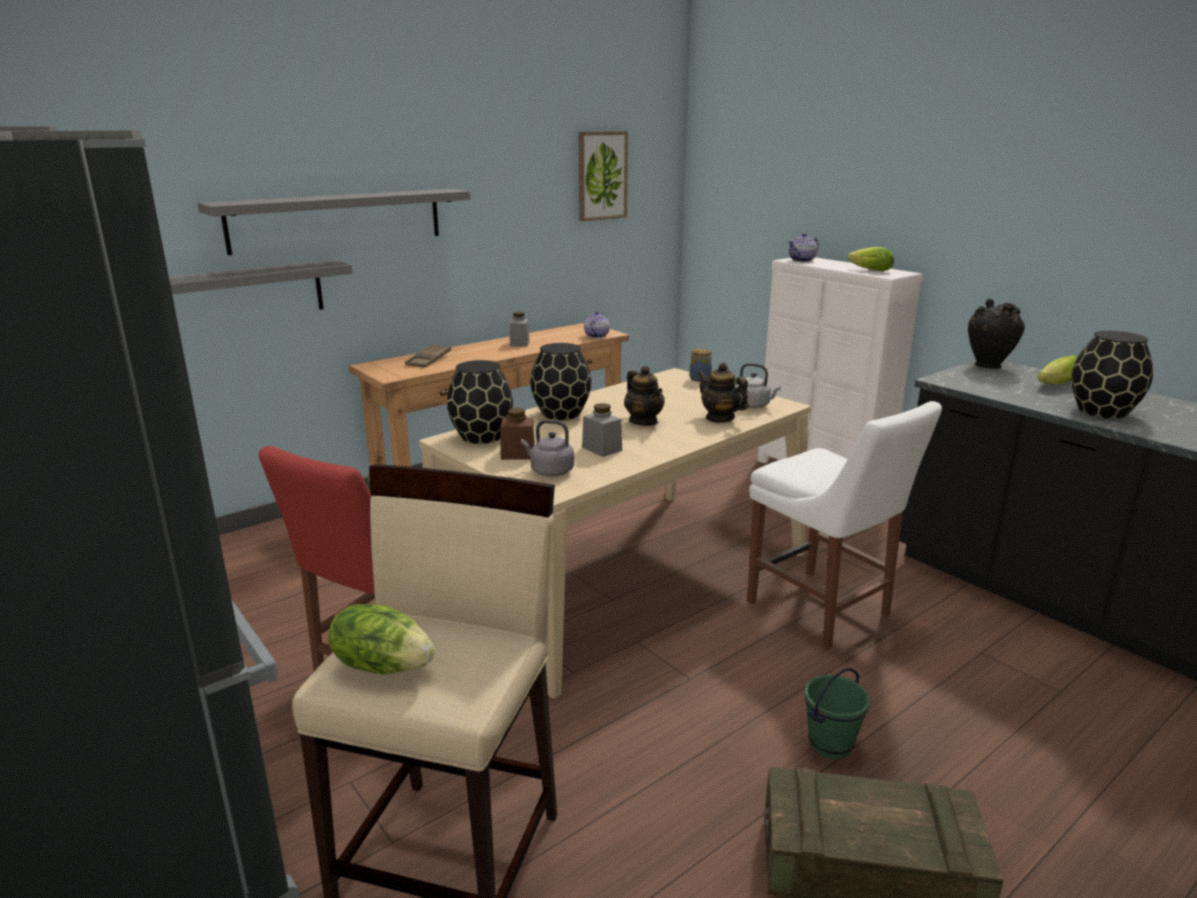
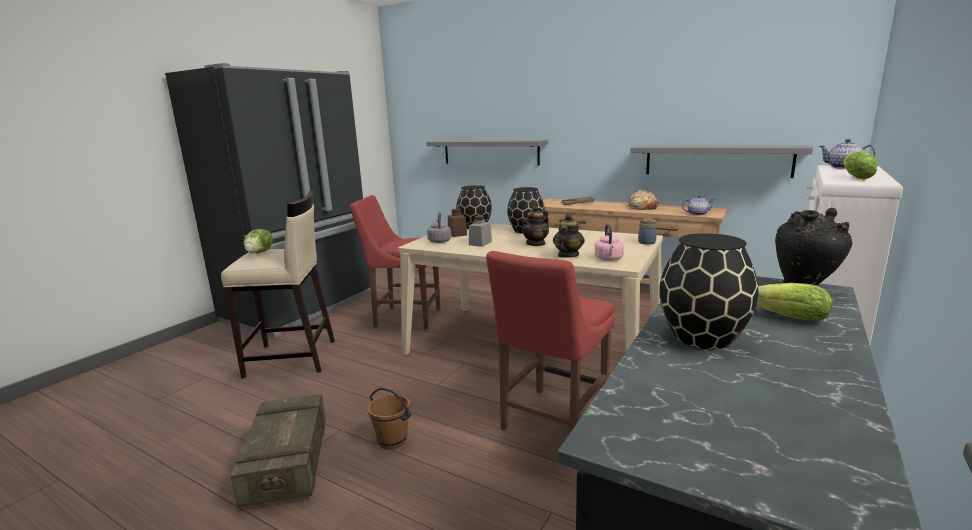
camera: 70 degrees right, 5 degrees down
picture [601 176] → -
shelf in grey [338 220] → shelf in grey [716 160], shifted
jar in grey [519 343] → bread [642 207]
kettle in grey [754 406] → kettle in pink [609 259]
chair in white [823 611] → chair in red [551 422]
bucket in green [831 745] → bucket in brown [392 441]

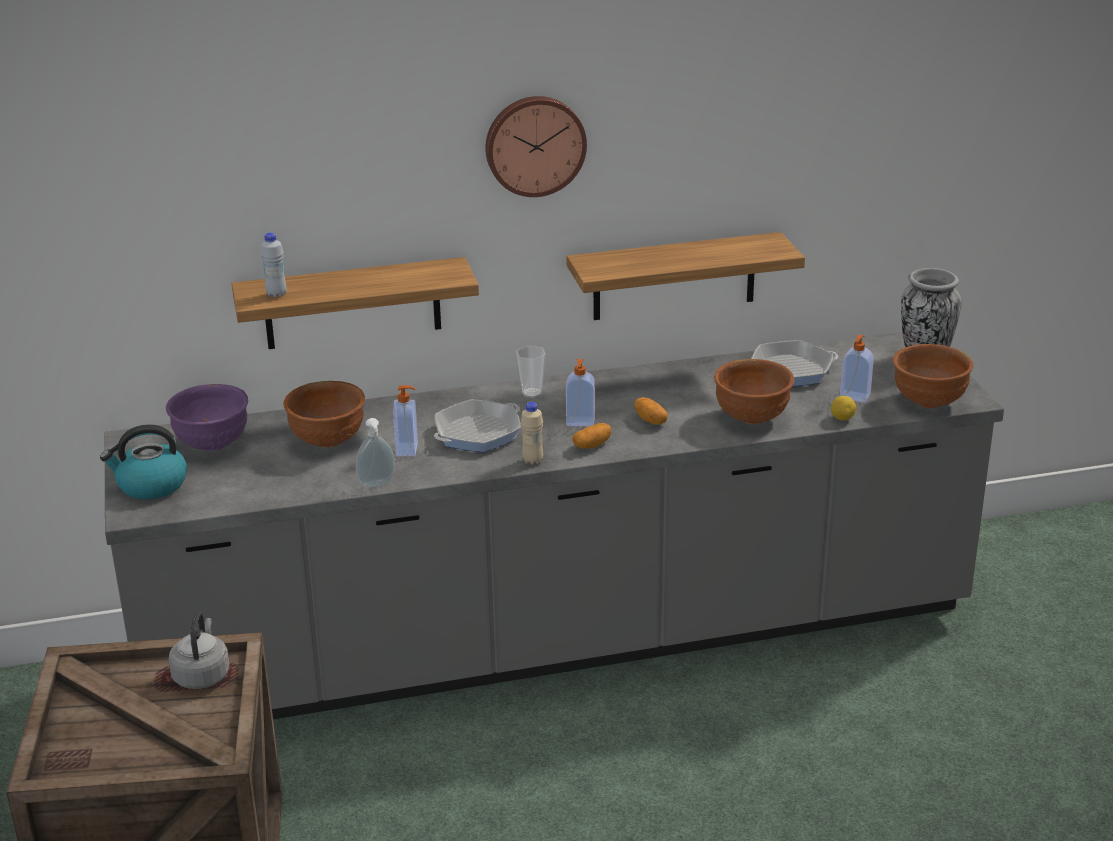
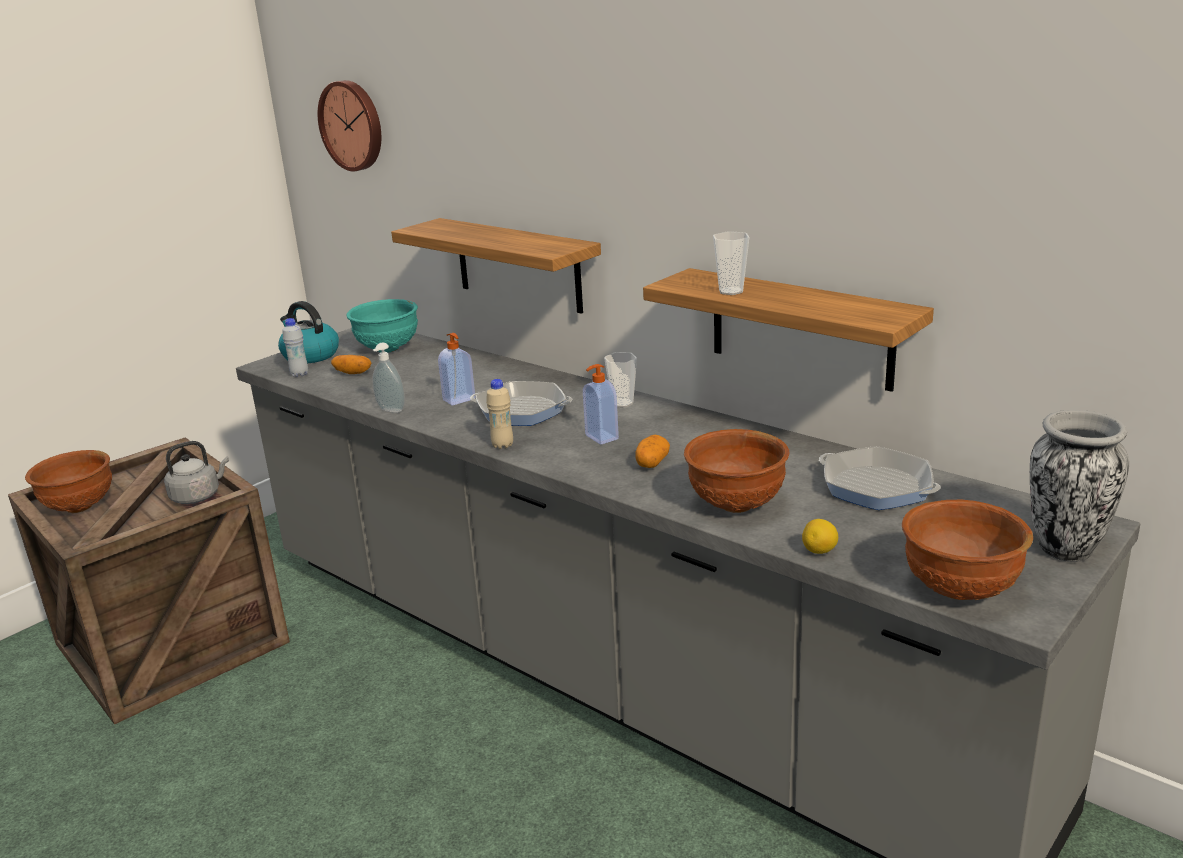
camera: 55 degrees right, 5 degrees down
soap dispenser [854 397] → -
- → cup [731 291]
bottle in white [276 294] → bottle in white [299 374], shifted
bowl in brown [327 441] → bowl in brown [78 507], shifted
wall clock [534 145] → wall clock [353 125], shifted
potato [592 445] → potato [353 373], shifted
bowl in purple [212 445] → bowl in turquoise [387 349]

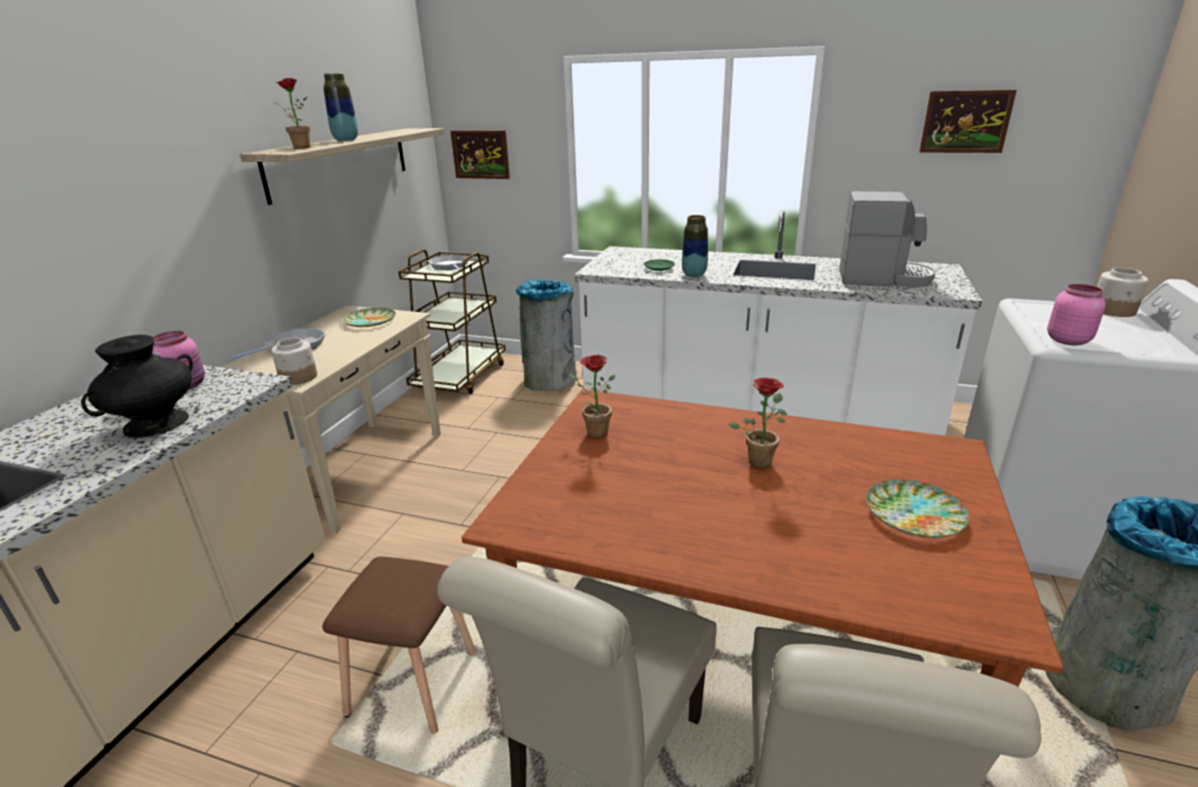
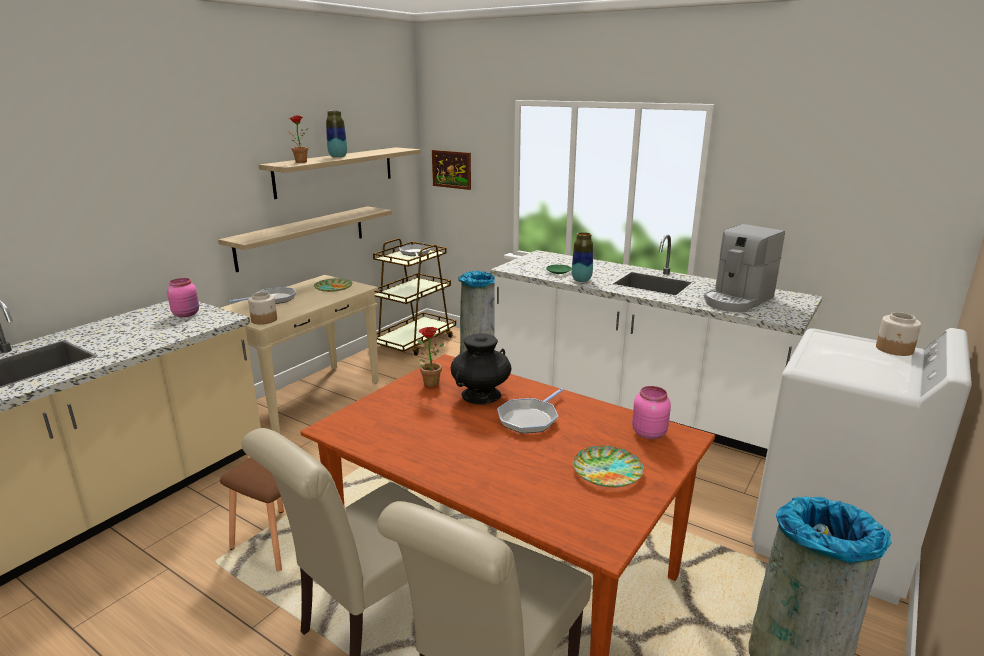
camera: 15 degrees right, 5 degrees down
picture [965 122] → -
- → shelf [302 237]
vase in black [157 423] → vase in black [481 395], shifted
jar in pink [1067 340] → jar in pink [649 433], shifted
potted plant [760 459] → frying pan [529 418]
coffee machine [883 278] → coffee machine [737 300], 105 degrees clockwise

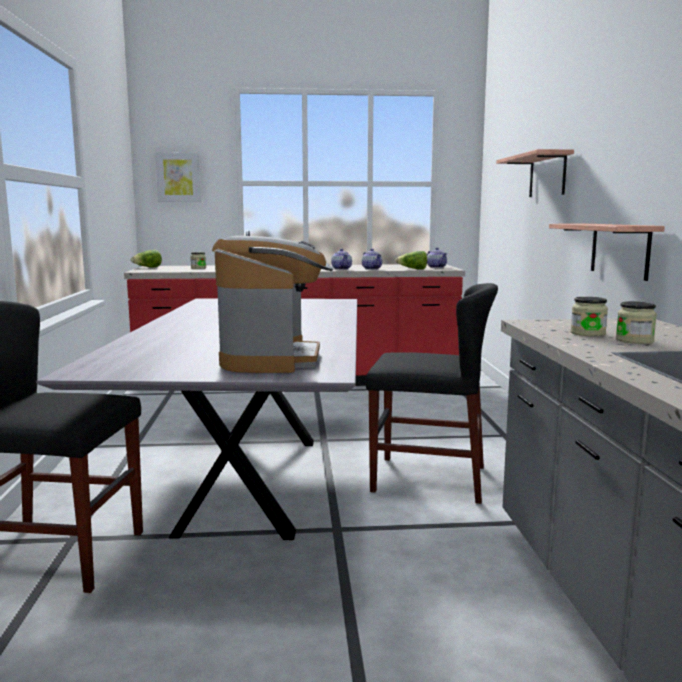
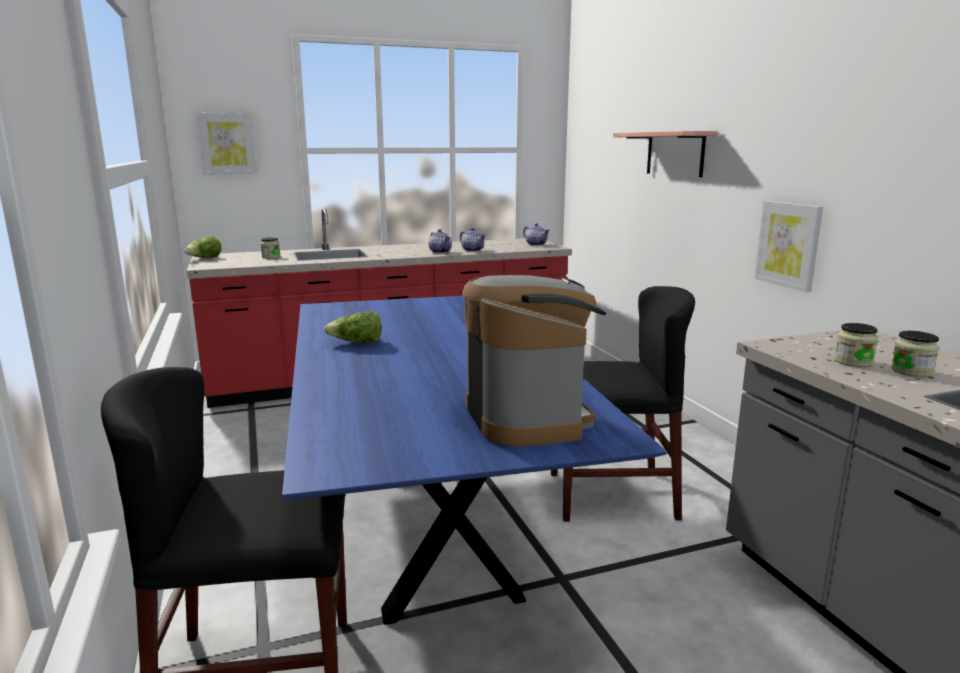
camera: 15 degrees left, 5 degrees up
lettuce [413 269] → lettuce [357 343], shifted
shelf [619 250] → picture [789 244]
dining table in grey [253 482] → dining table in blue [430 526]

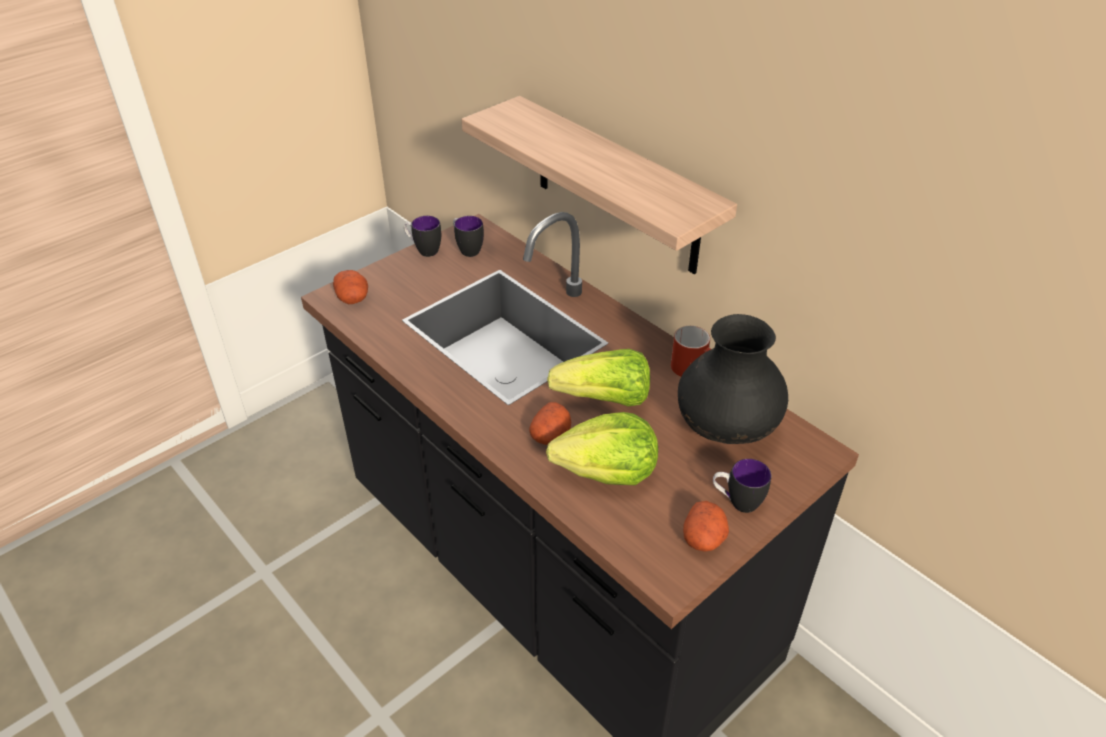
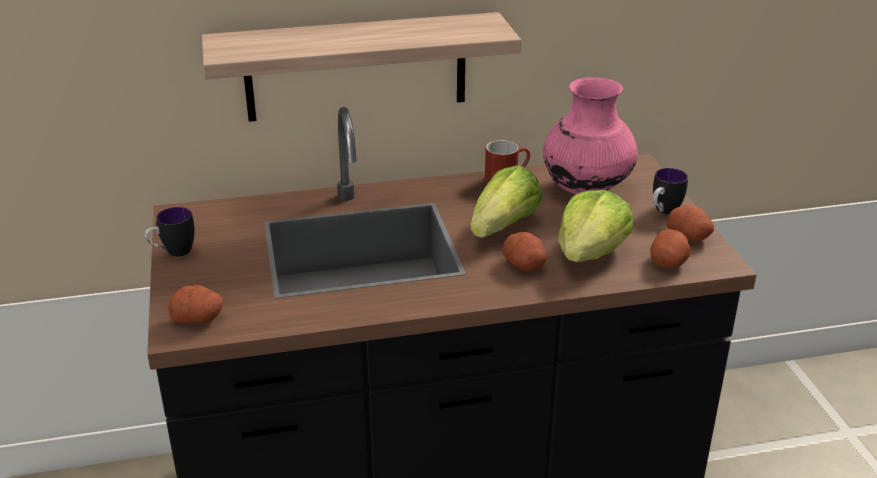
camera: 60 degrees left, 10 degrees down
mug [467 249] → -
- → potato [668 263]
vase in black [726 430] → vase in pink [586 190]

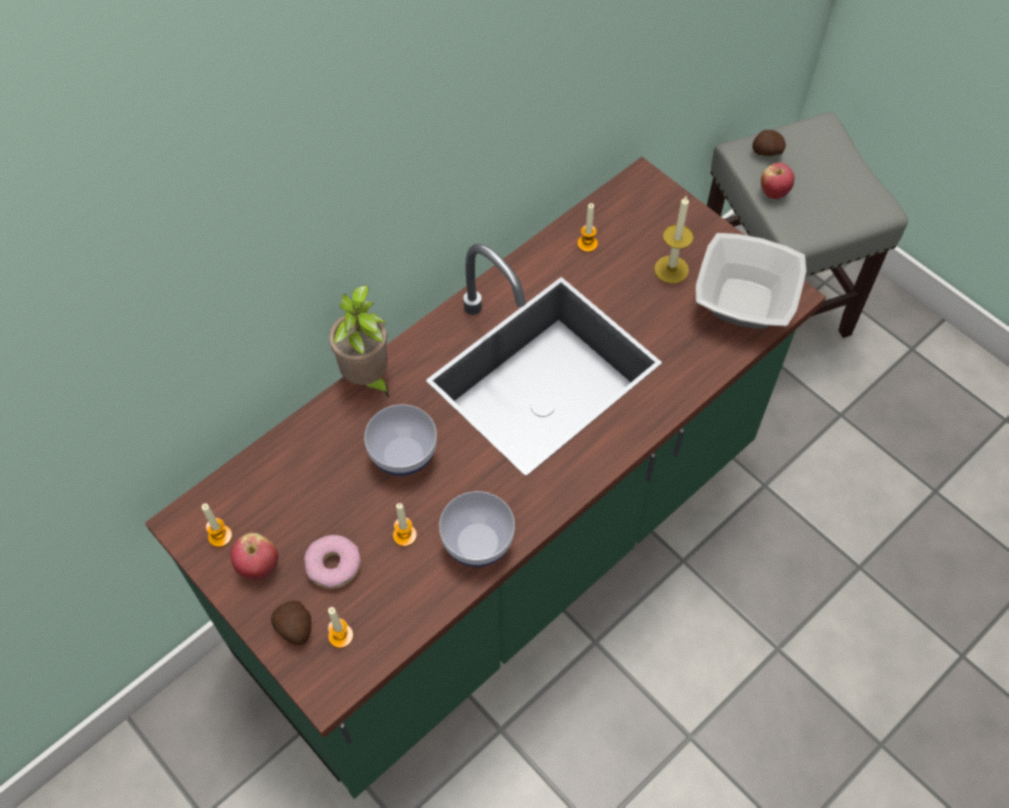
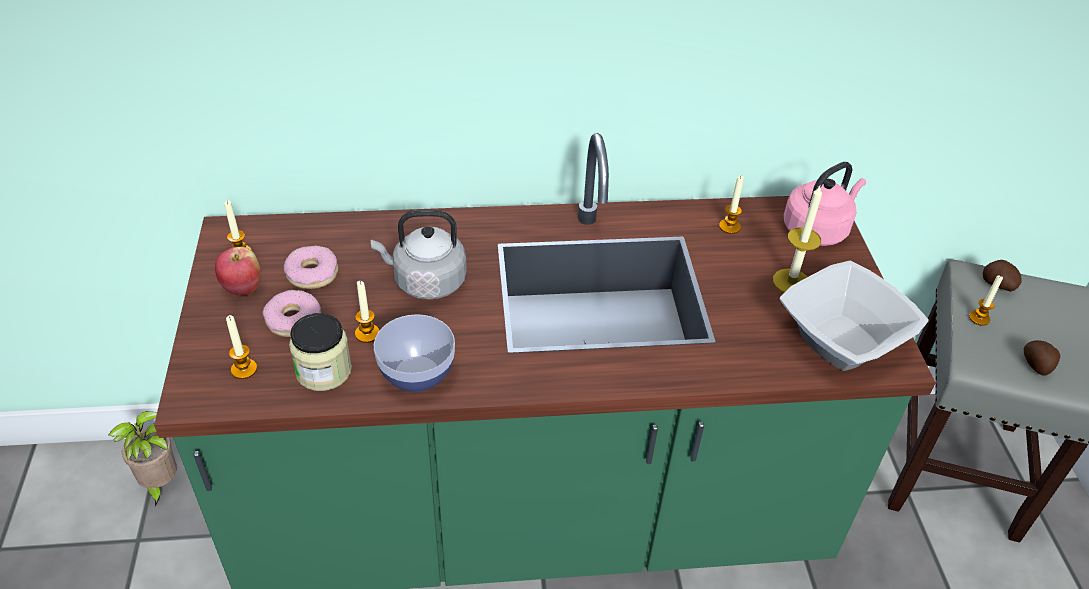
camera: 35 degrees right, 15 degrees down
- → donut [312 274]
- → jar [323 371]
- → kettle in pink [817 229]
potato [295 629] → potato [1036 366], shifted
potted plant [367 378] → potted plant [159 485], shifted
bowl [403 456] → kettle in grey [426 282]
apple [773 192] → candle [979 318]

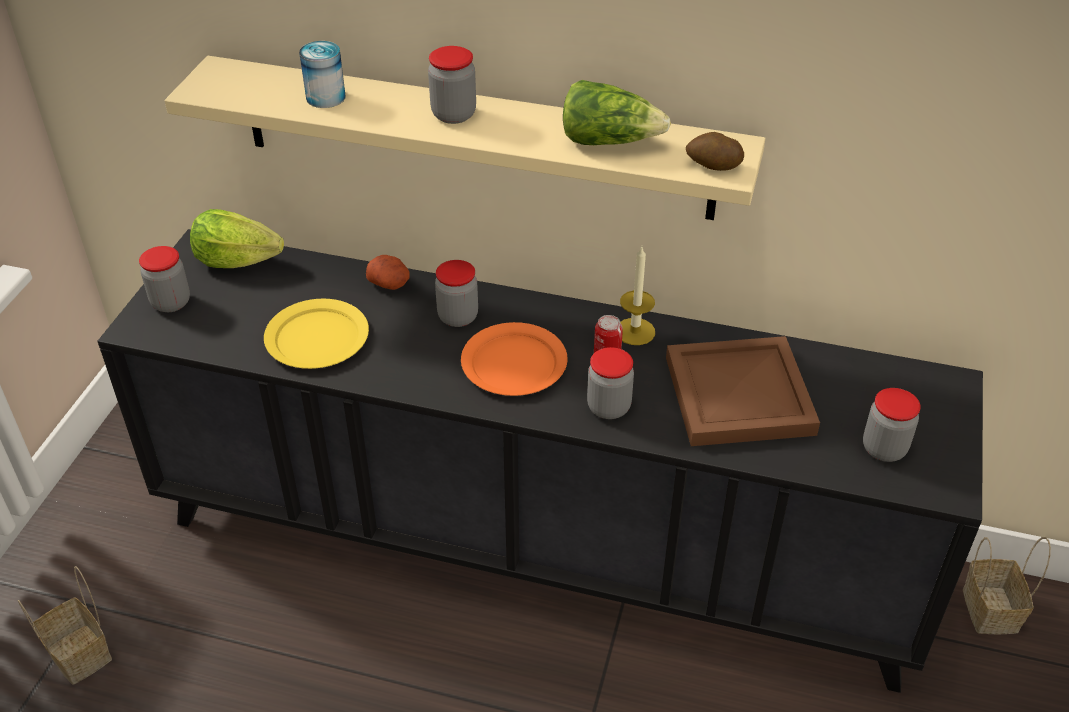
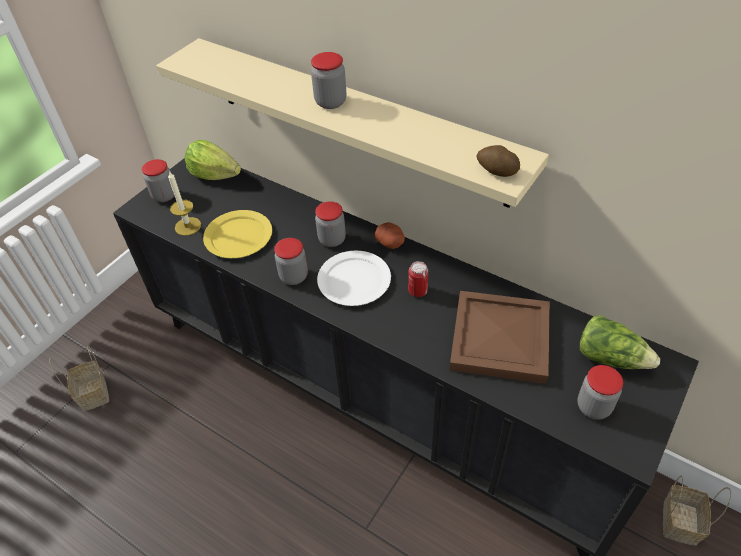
camera: 20 degrees right, 5 degrees up
can [325 97] → -
potato [390 283] → potato [391 243], shifted
lettuce [609 141] → lettuce [610 357], shifted
jar [608 407] → jar [294 276], shifted
candle [635 331] → candle [188 226], shifted
plate in orange [515 363] → plate in white [354 281]

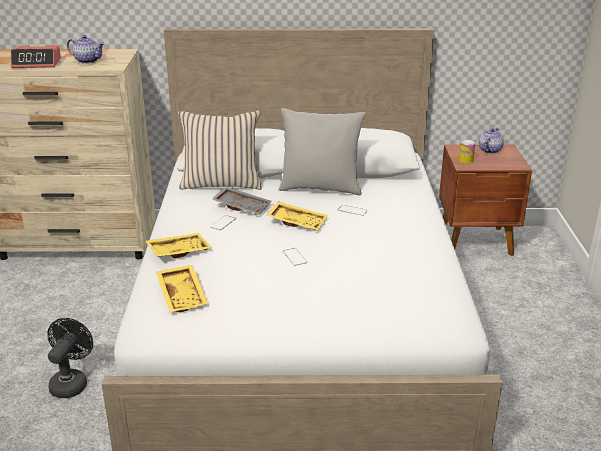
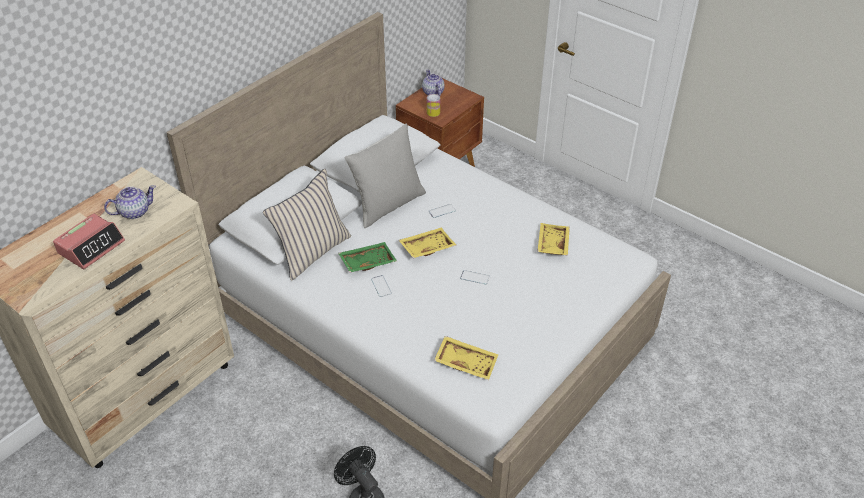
camera: 50 degrees left, 15 degrees up
tray in yellow [178 251] → tray in yellow [552 244], shifted
tray in grey [242 206] → tray in green [367 262]

